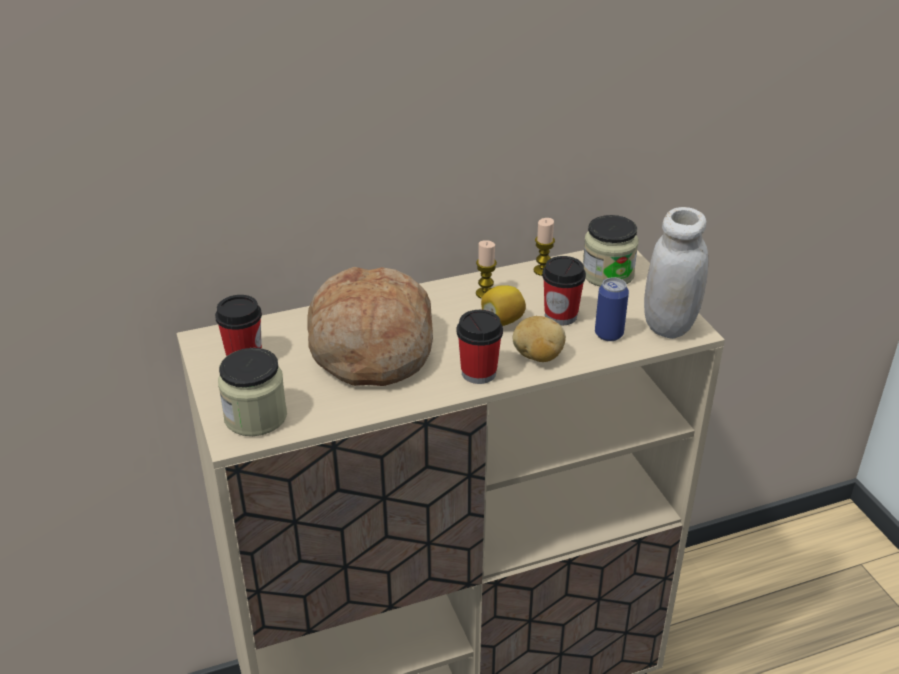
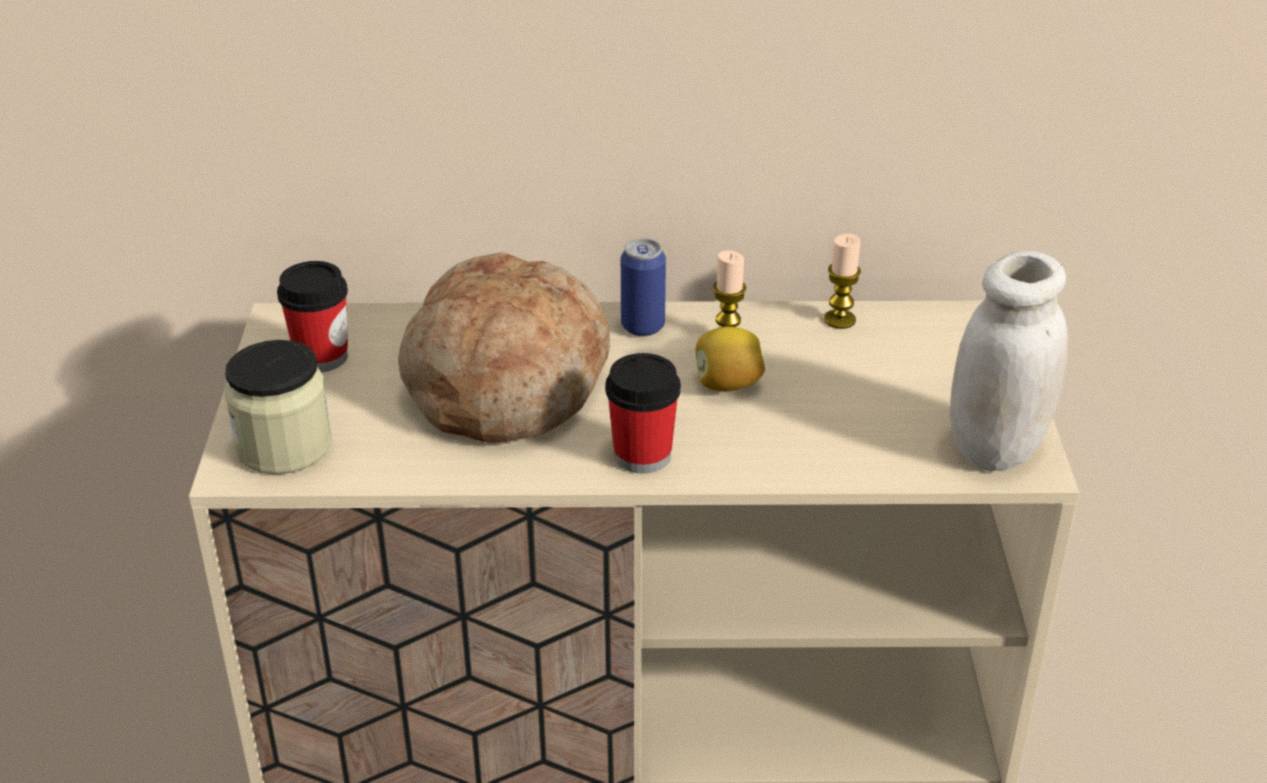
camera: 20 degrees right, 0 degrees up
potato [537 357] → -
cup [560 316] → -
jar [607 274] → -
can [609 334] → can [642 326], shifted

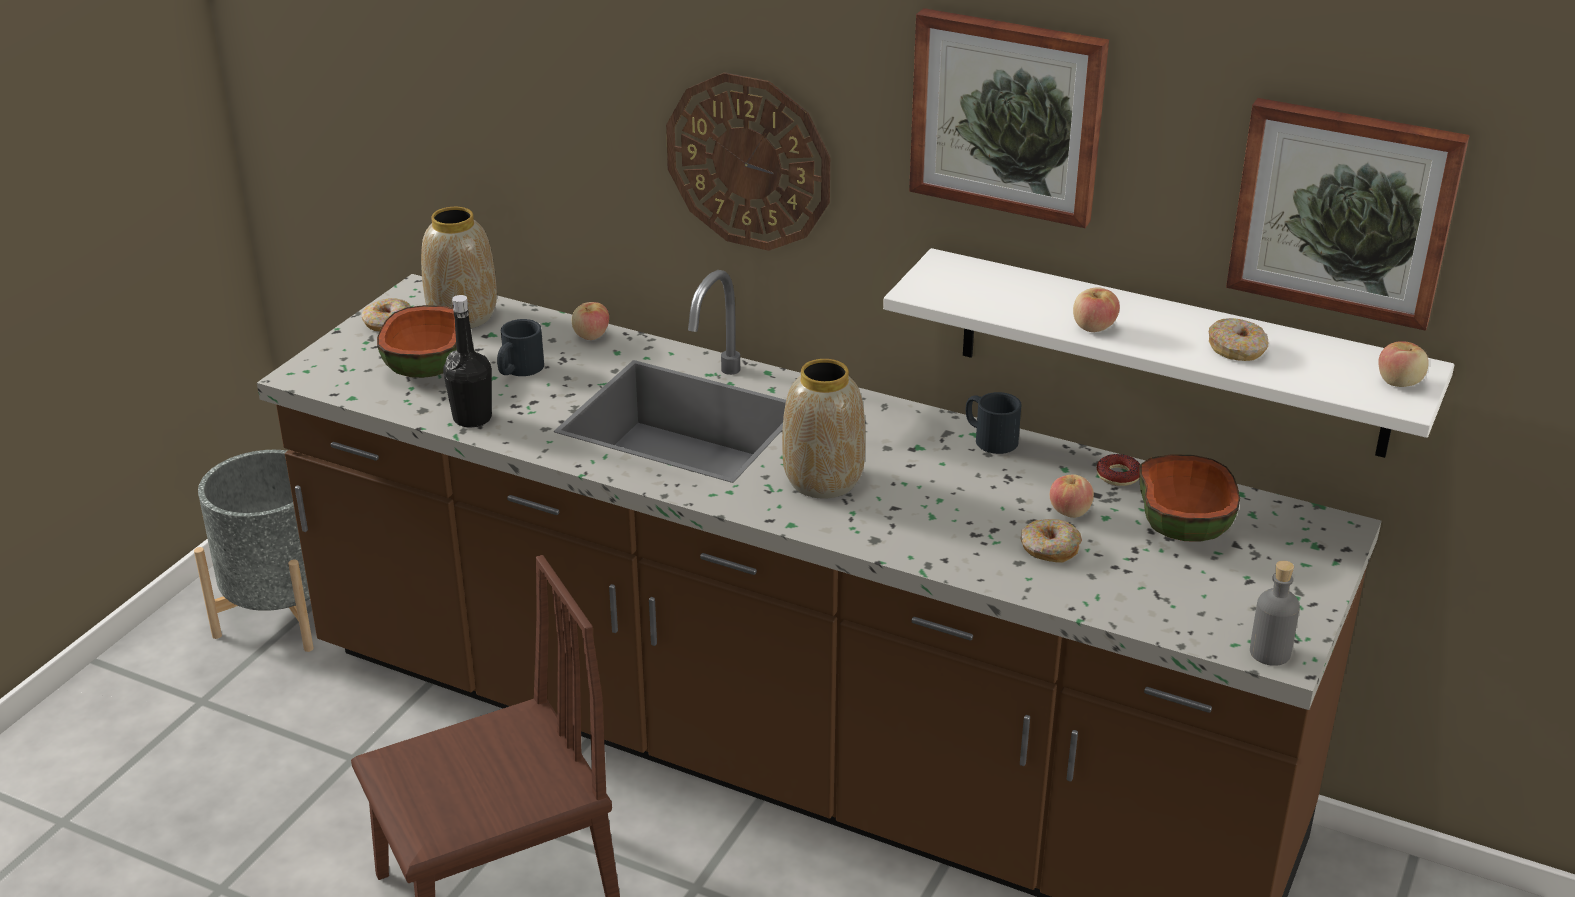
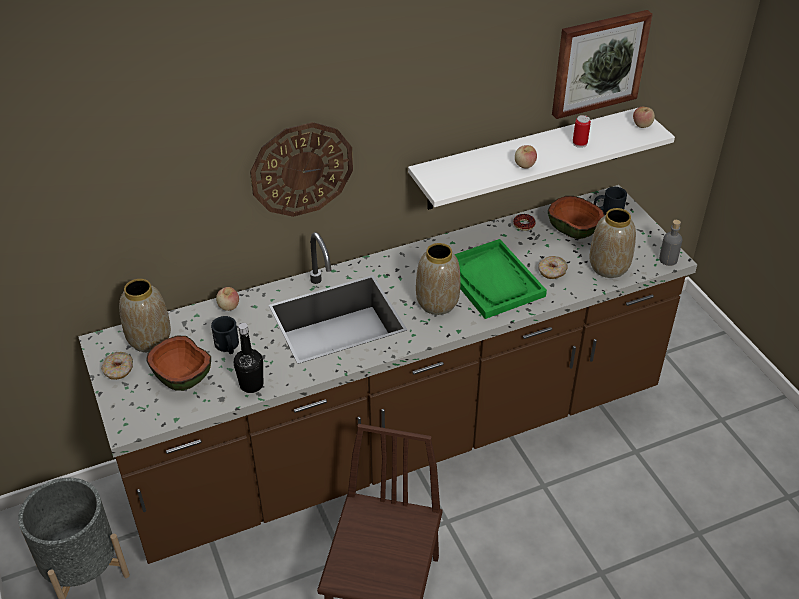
camera: 50 degrees left, 10 degrees up
picture [1008 115] → -
apple [1069 511] → -
- → tray in green [492 281]
- → vase [609 267]
mug in black [989 438] → mug in black [607 211], shifted
donut [1237 349] → can [579 143]

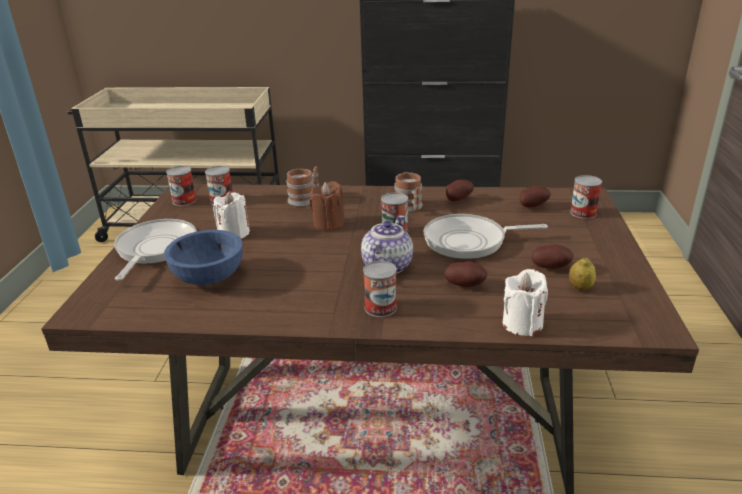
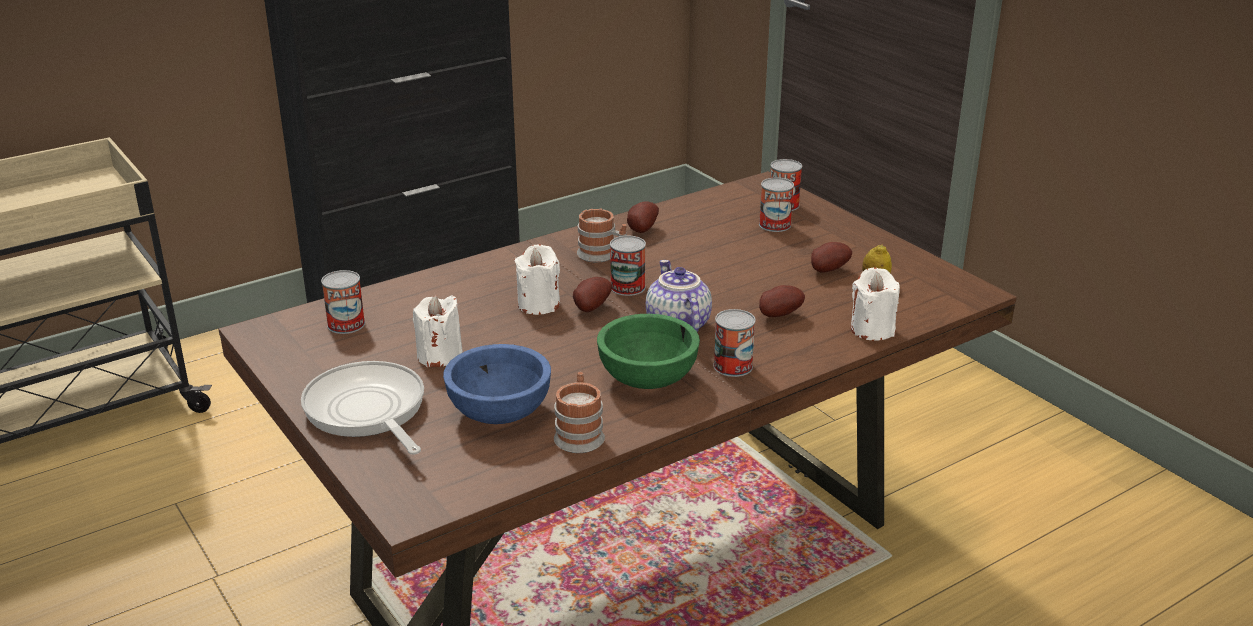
camera: 40 degrees left, 0 degrees up
frying pan [469 241] → -
- → bowl in green [647 379]
can [184 200] → can [774 225], shifted
mug [305 199] → mug [579 433], shifted
potato [532 206] → potato [590 308], shifted
candle in brown [328 224] → candle in white [538 304]

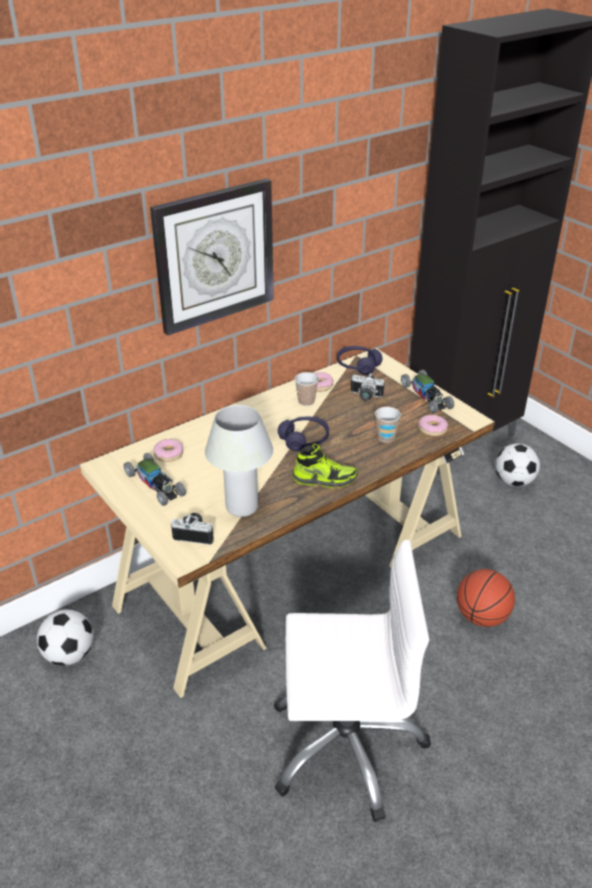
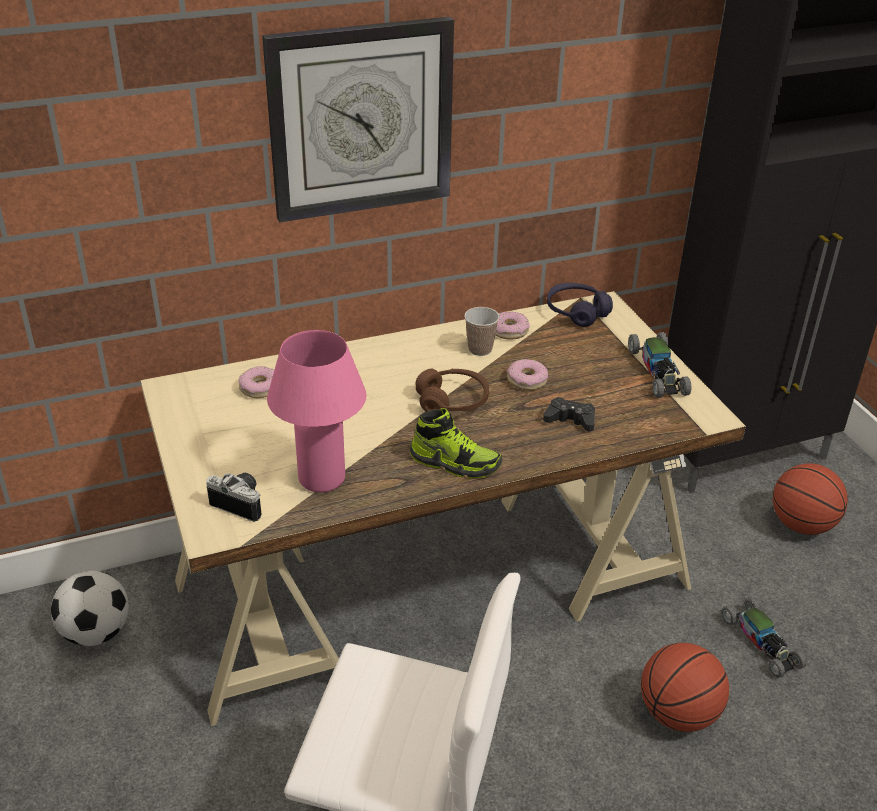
camera: 15 degrees right, 0 degrees up
photo camera [365 396] → -
toy car [155 484] → toy car [761 642], shifted
donut [432 429] → donut [526 380], shifted
cup [385 437] → game controller in black [570 420]
football [514 481] → basketball [802 525]
table lamp in white [242 507] → table lamp in pink [322 478]
headphones in purple [304 439] → headphones in brown [452 401]

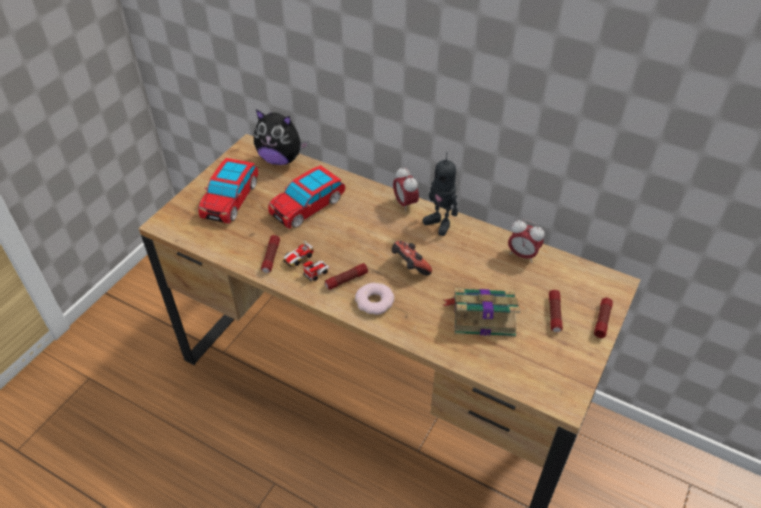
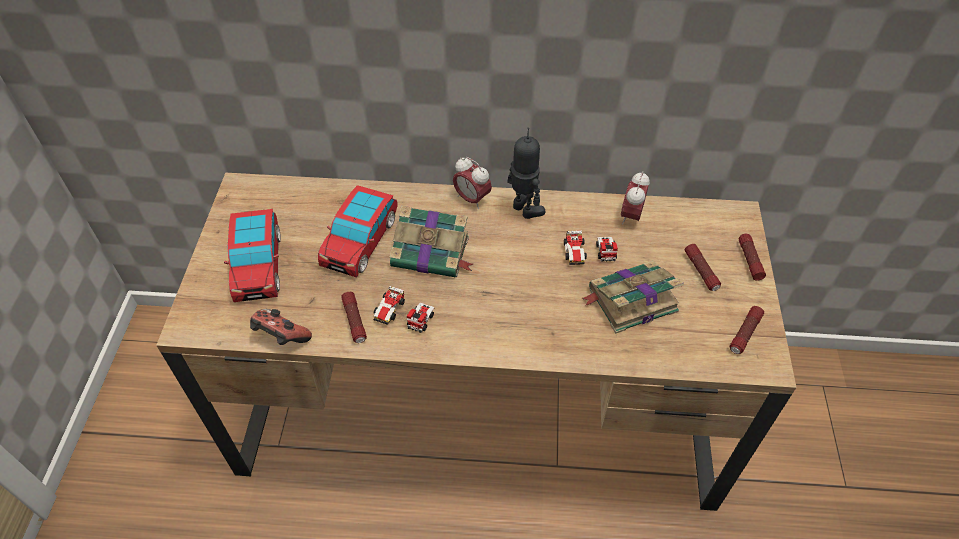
camera: 25 degrees left, 5 degrees up
plush toy [281 159] → -
donut [374 301] → -
- → book [432 252]
- → toy car [589 253]
flashlight [346 280] → flashlight [744 334], shifted
game controller [409 266] → game controller [281 337], shifted
toy robot [440 223] → toy robot [524 210], 150 degrees counterclockwise
alarm clock [522 255] → alarm clock [631 216], 105 degrees clockwise

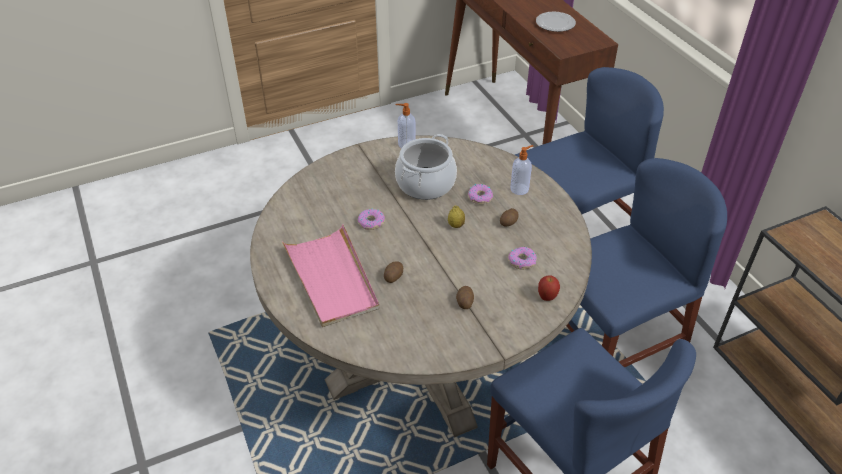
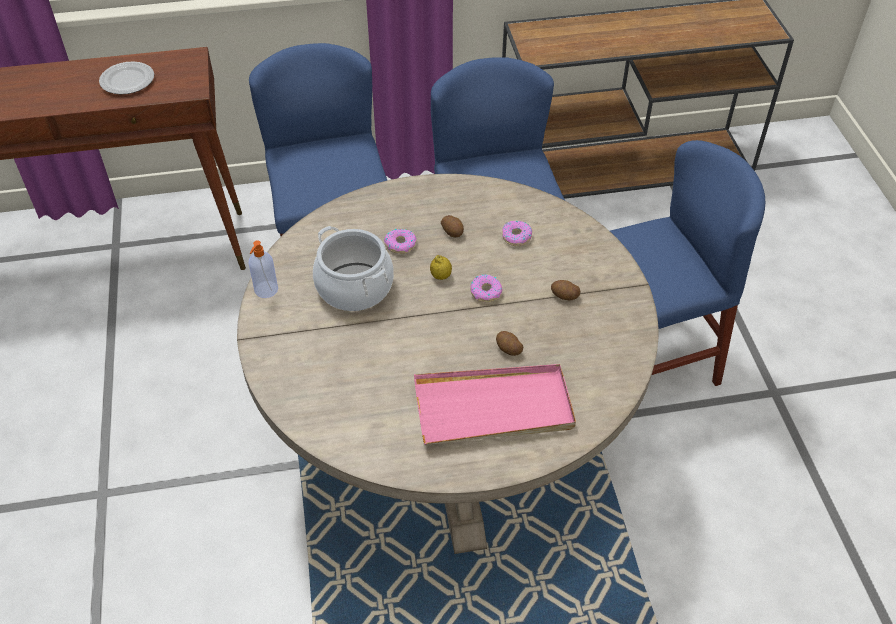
camera: 75 degrees left, 5 degrees up
soap dispenser [520 189] → -
apple [547 297] → -
donut [371 222] → donut [486 292], shifted

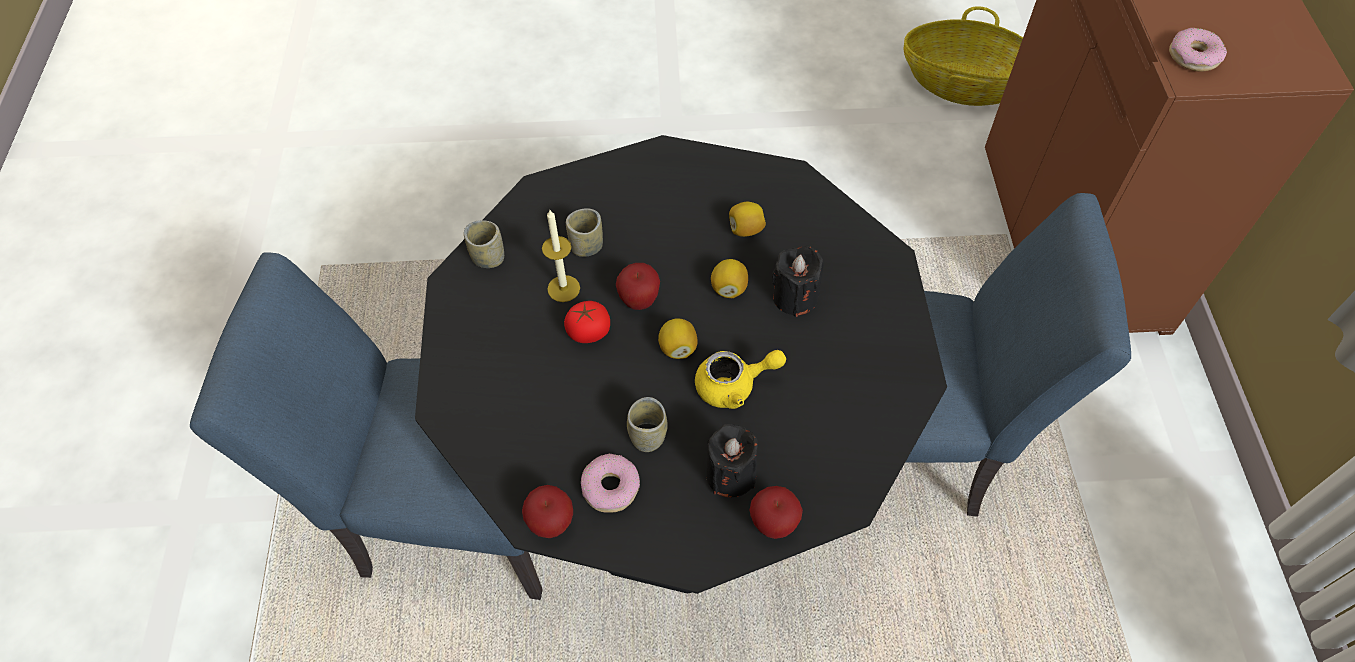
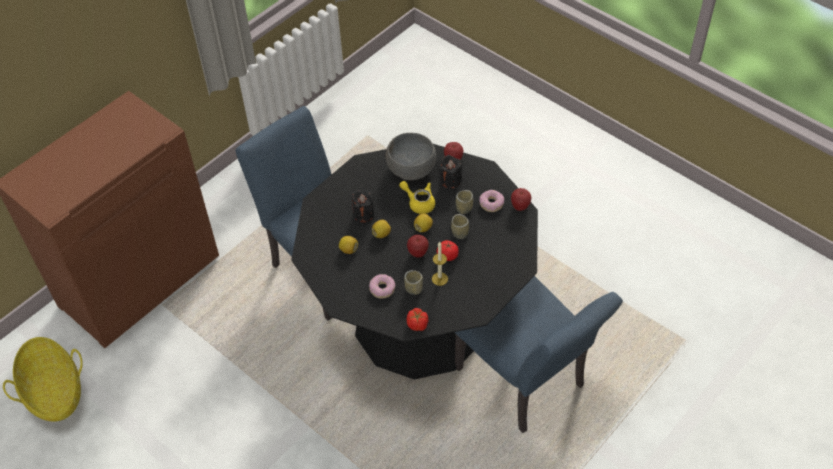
camera: 135 degrees left, 5 degrees down
- → bowl in grey [411 169]
- → tomato [417 324]
cup [488 258] → cup [460 233], shifted
donut [1193 56] → donut [382 289], shifted

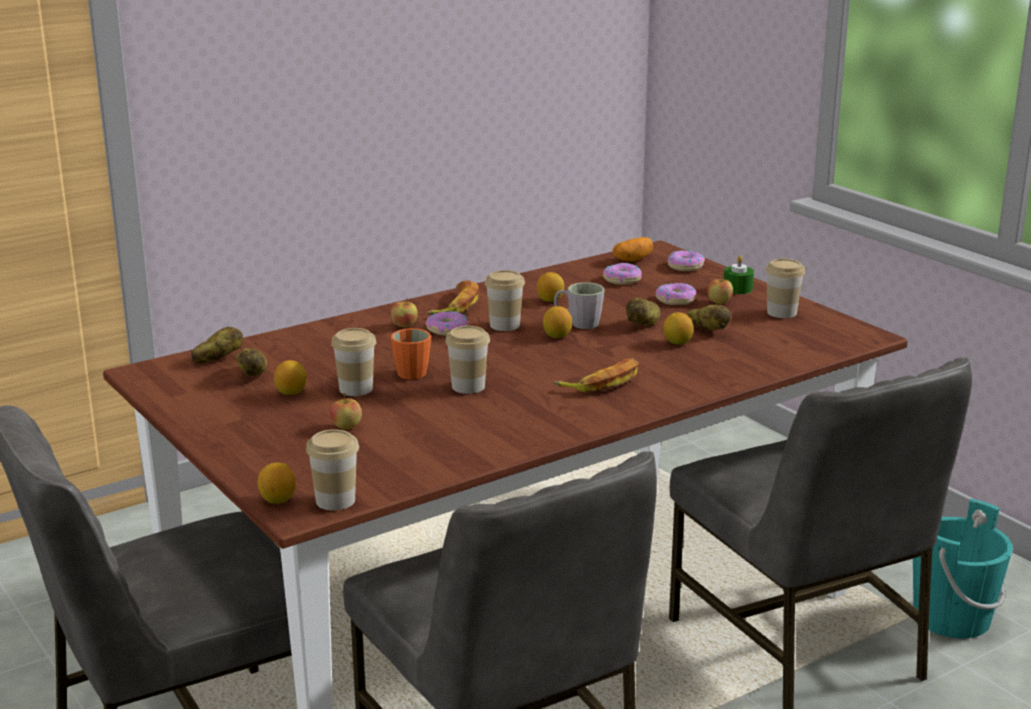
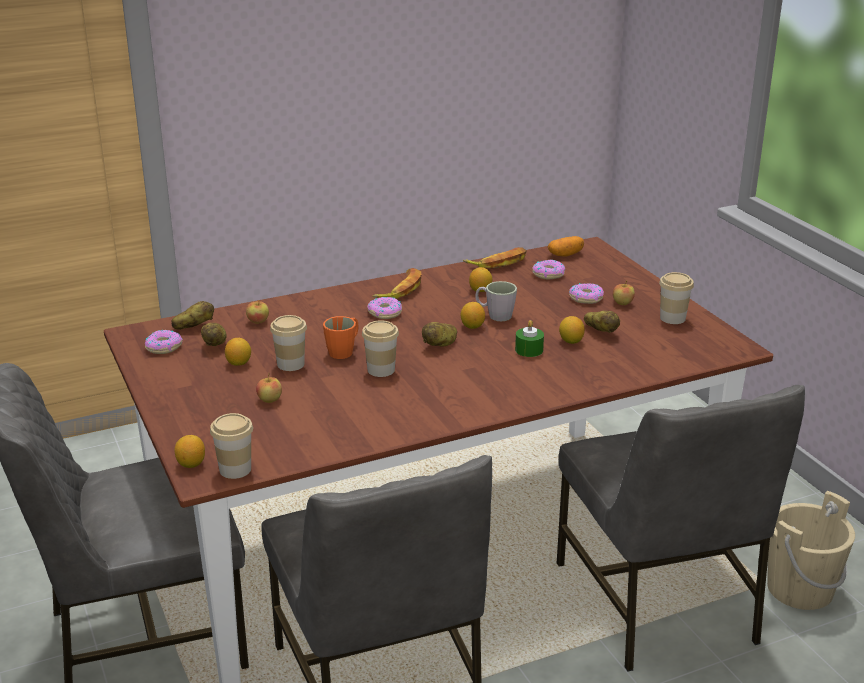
camera: 10 degrees right, 5 degrees up
cup [505 325] → -
apple [404 325] → apple [258 321], shifted
banana [602 382] → banana [498 263], shifted
potato [644 324] → potato [440 344], shifted
donut [685 266] → donut [163 347], shifted
candle in green [737 289] → candle in green [529 350], shifted
bucket in turquoise [951 617] → bucket in beige [800 588]

